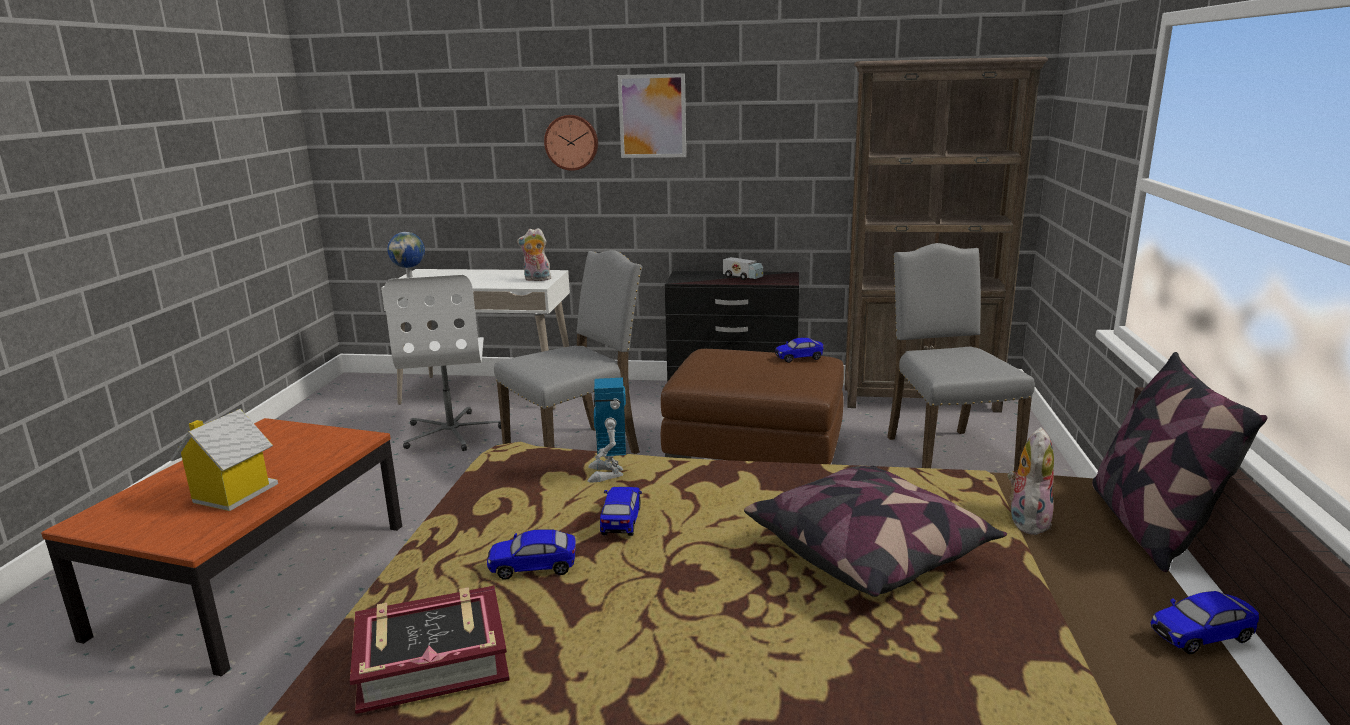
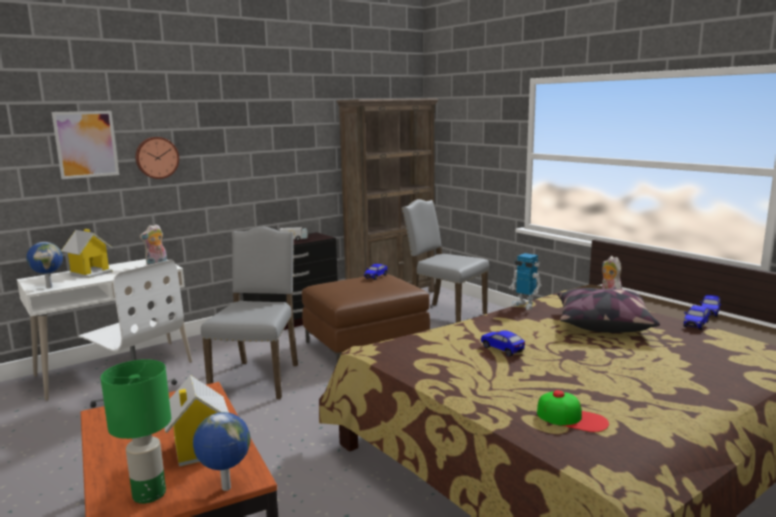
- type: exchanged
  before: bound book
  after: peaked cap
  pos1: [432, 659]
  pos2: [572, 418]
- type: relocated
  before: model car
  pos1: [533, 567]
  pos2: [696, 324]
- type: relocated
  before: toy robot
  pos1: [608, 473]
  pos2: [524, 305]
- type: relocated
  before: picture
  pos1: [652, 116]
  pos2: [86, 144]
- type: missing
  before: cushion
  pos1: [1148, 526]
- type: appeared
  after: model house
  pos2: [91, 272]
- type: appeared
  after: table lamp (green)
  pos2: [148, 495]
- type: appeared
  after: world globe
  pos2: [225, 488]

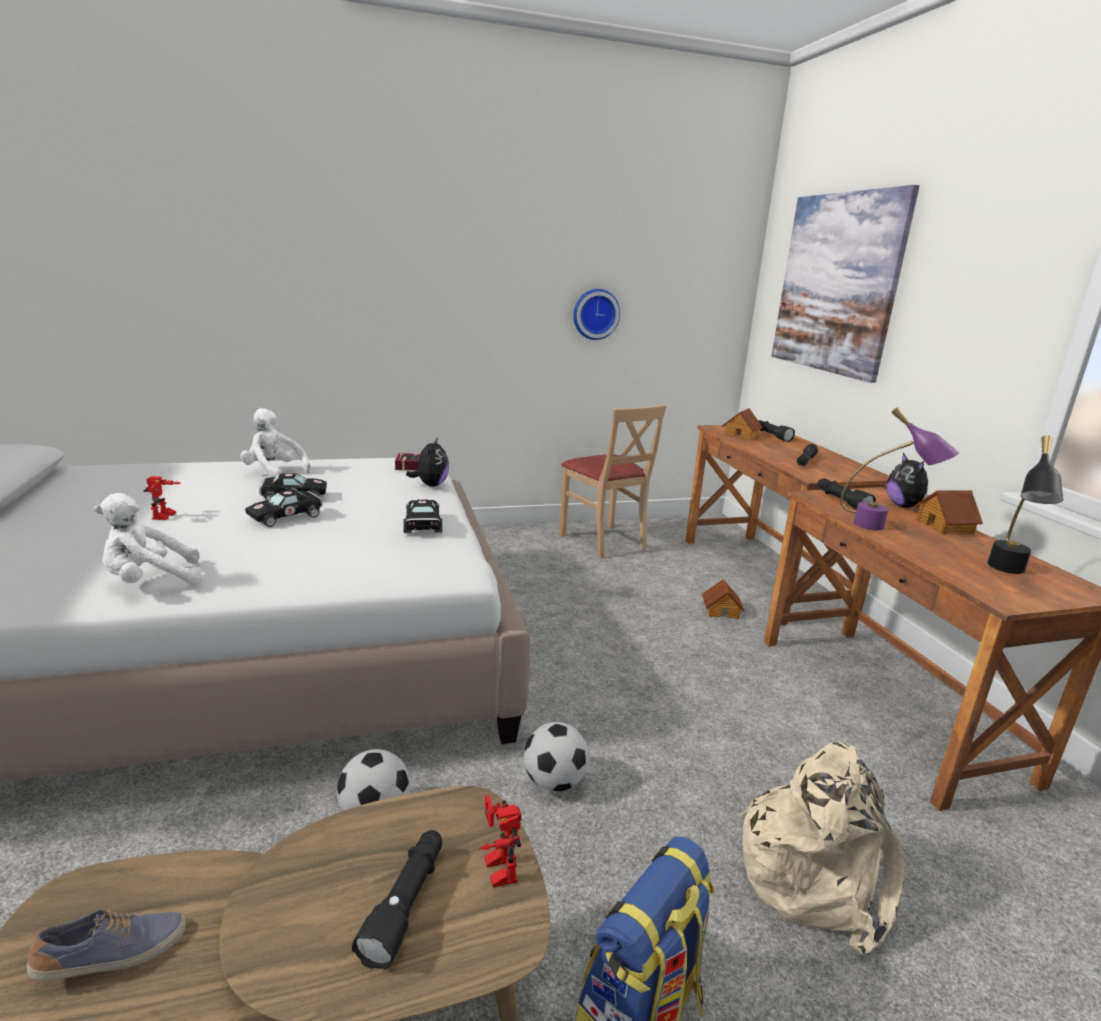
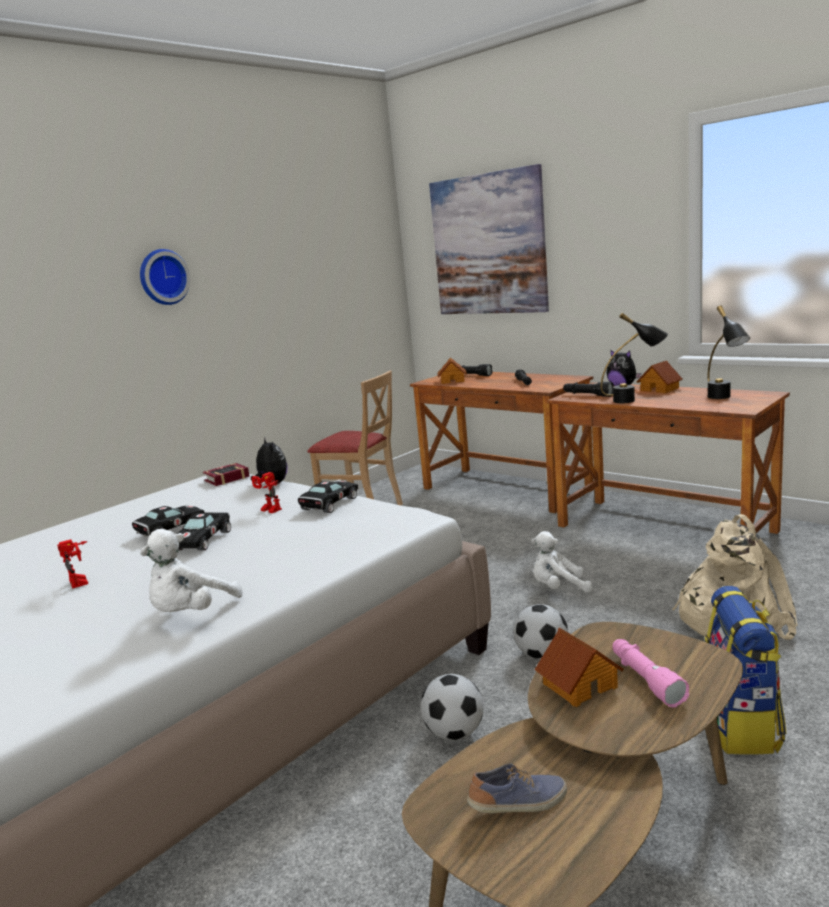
- type: spun
  before: shoe
  pos1: [113, 957]
  pos2: [519, 805]
  turn: 45
- type: relocated
  before: plush toy (white)
  pos1: [274, 472]
  pos2: [558, 588]
- type: colour
  before: torch (black)
  after: torch (pink)
  pos1: [406, 904]
  pos2: [645, 680]
- type: spun
  before: model car (black)
  pos1: [423, 525]
  pos2: [329, 505]
  turn: 75
- type: relocated
  before: toy robot
  pos1: [494, 868]
  pos2: [268, 510]
- type: relocated
  before: hanging clock
  pos1: [595, 314]
  pos2: [163, 277]
- type: relocated
  before: model house
  pos1: [721, 610]
  pos2: [579, 684]
- type: colour
  before: table lamp (purple-coloured)
  after: table lamp (black)
  pos1: [884, 528]
  pos2: [634, 400]

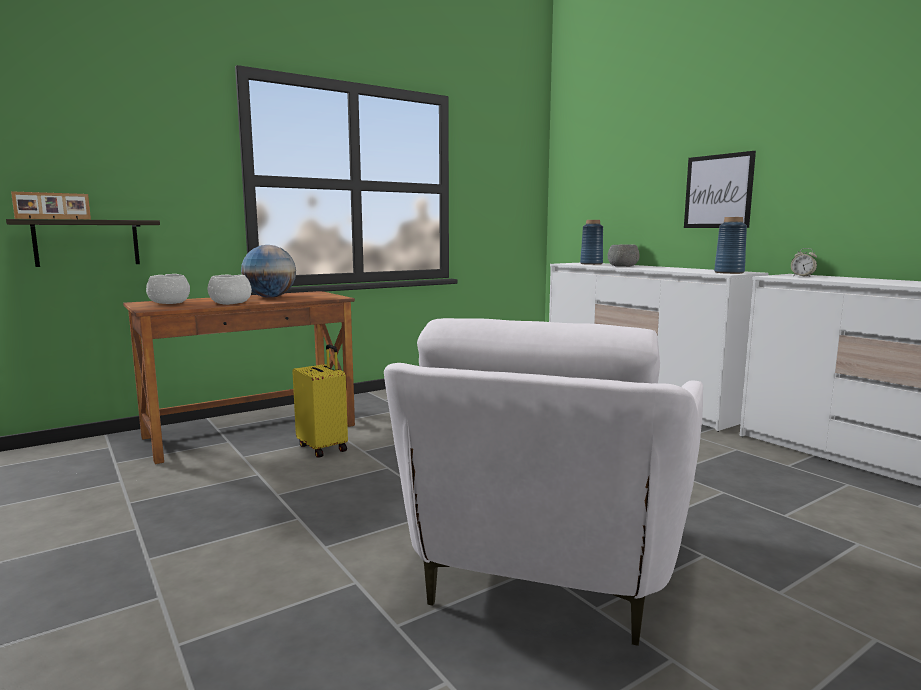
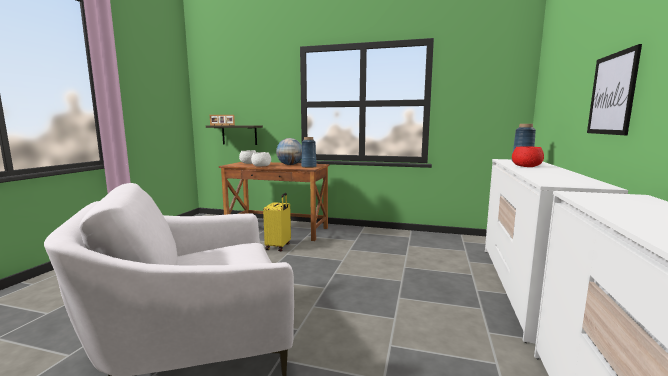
- type: colour
  before: deep dish (grey)
  after: deep dish (red)
  pos1: [622, 266]
  pos2: [526, 166]
- type: relocated
  before: decorative vase (blue)
  pos1: [729, 272]
  pos2: [308, 166]
- type: missing
  before: alarm clock
  pos1: [802, 276]

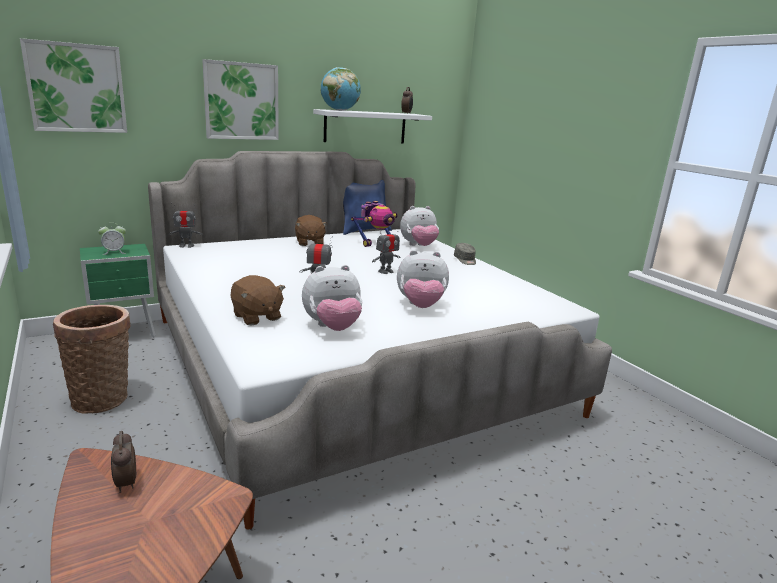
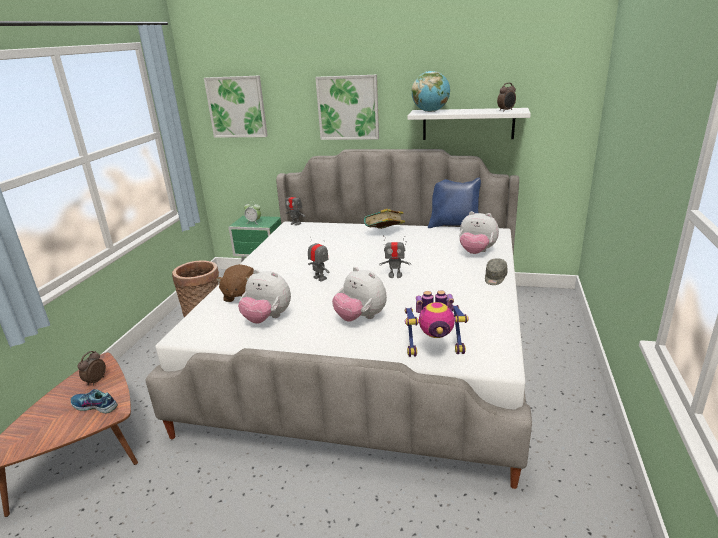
- type: exchanged
  before: plush toy (brown)
  after: bound book
  pos1: [309, 242]
  pos2: [384, 233]
- type: relocated
  before: toy robot
  pos1: [376, 242]
  pos2: [435, 349]
- type: appeared
  after: shoe
  pos2: [94, 406]

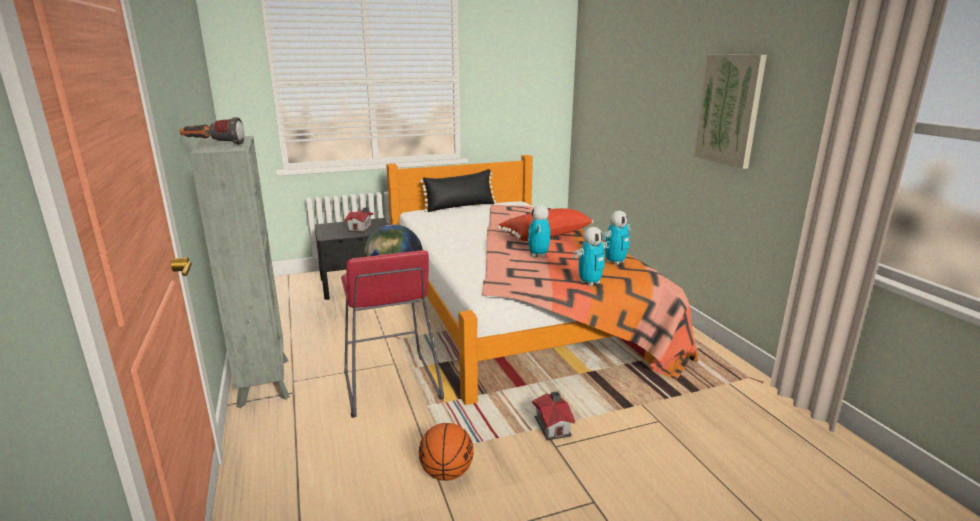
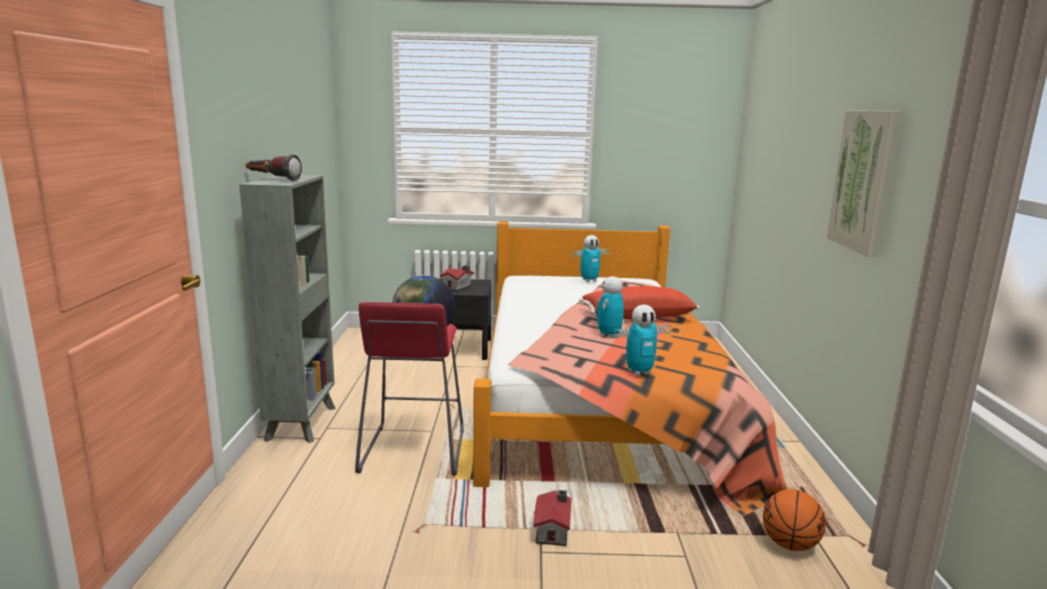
- type: relocated
  before: basketball
  pos1: [446, 473]
  pos2: [789, 544]
- type: missing
  before: cushion (black)
  pos1: [460, 207]
- type: relocated
  before: toy robot
  pos1: [615, 262]
  pos2: [589, 280]

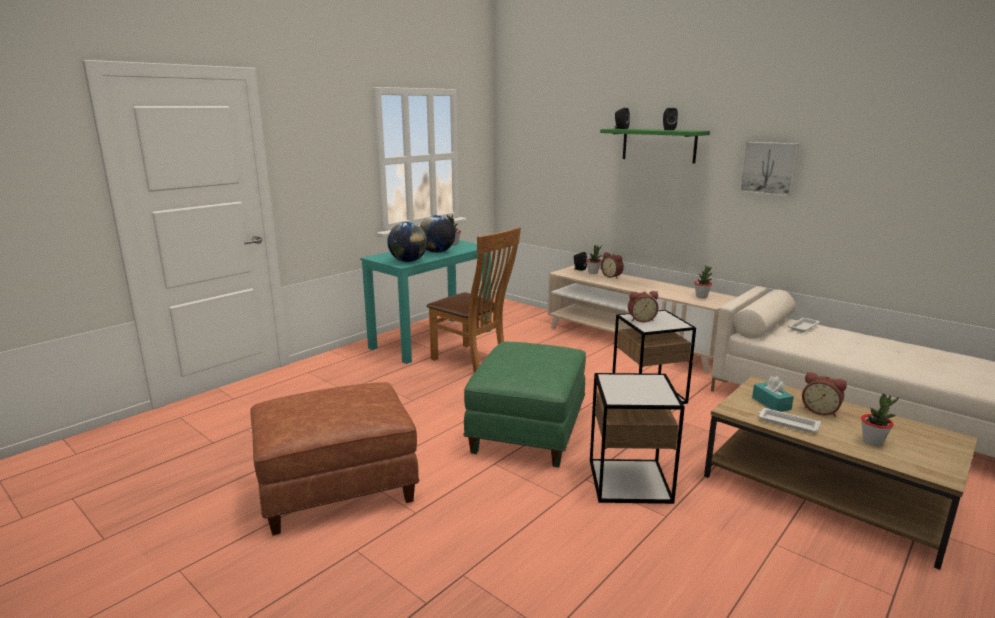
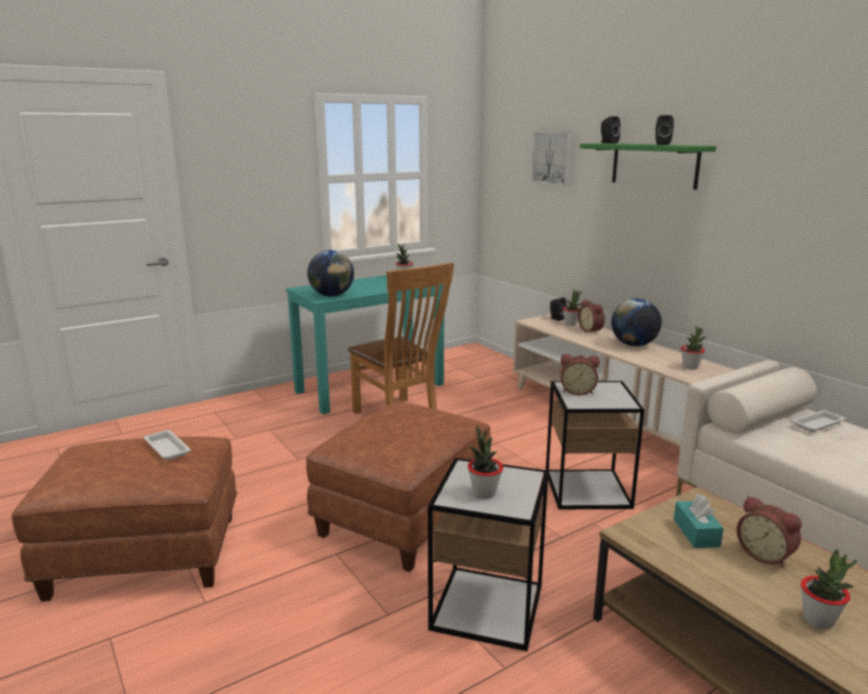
- type: relocated
  before: world globe
  pos1: [437, 252]
  pos2: [633, 345]
- type: colour
  before: ottoman (green)
  after: ottoman (brown)
  pos1: [527, 430]
  pos2: [403, 516]
- type: relocated
  before: picture
  pos1: [769, 168]
  pos2: [553, 158]
- type: relocated
  before: carrying tray (white)
  pos1: [787, 423]
  pos2: [166, 448]
- type: appeared
  after: plant in a pot
  pos2: [484, 493]

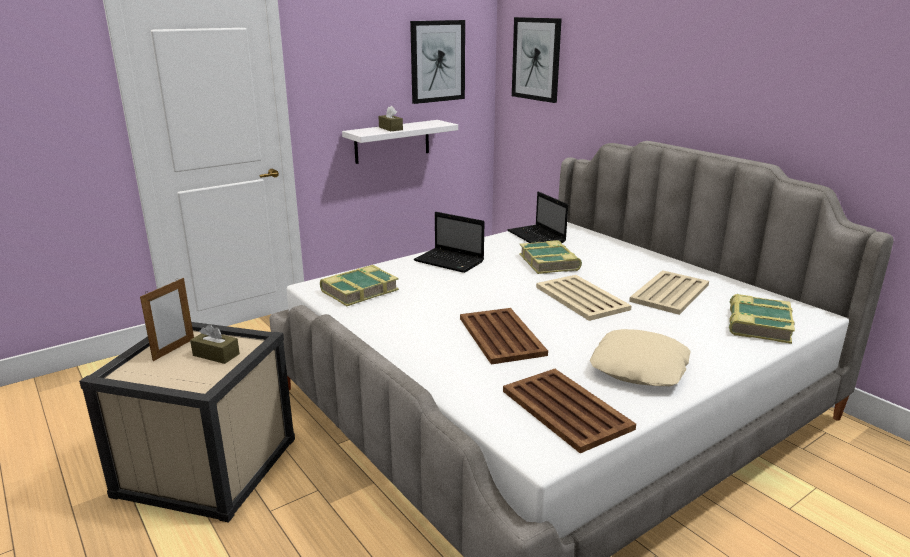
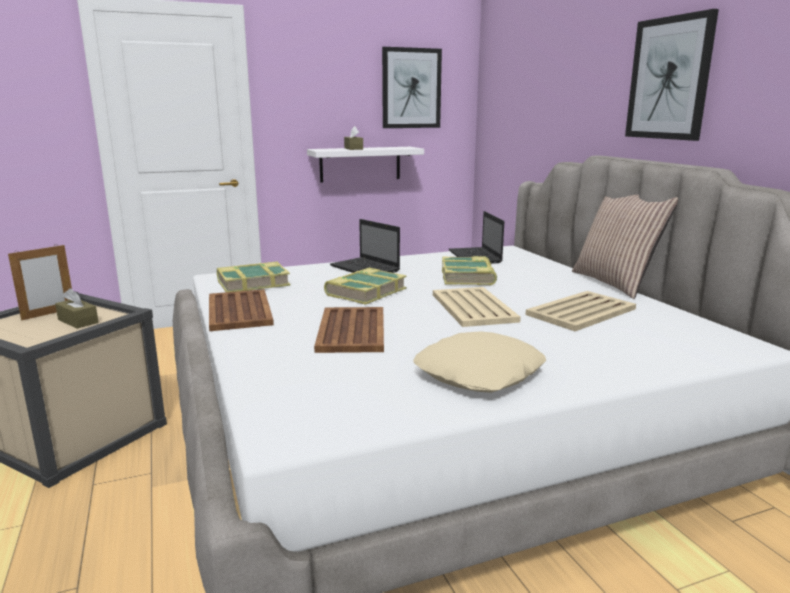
- type: relocated
  before: carrying tray (brown)
  pos1: [565, 409]
  pos2: [239, 310]
- type: relocated
  before: picture
  pos1: [536, 59]
  pos2: [669, 78]
- type: relocated
  before: bound book
  pos1: [758, 324]
  pos2: [365, 292]
- type: appeared
  after: cushion
  pos2: [615, 283]

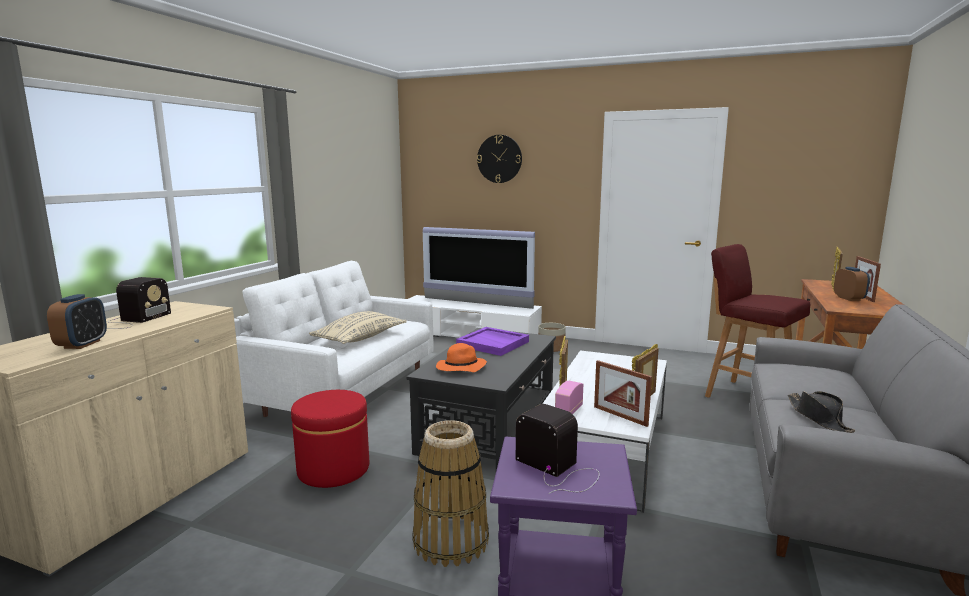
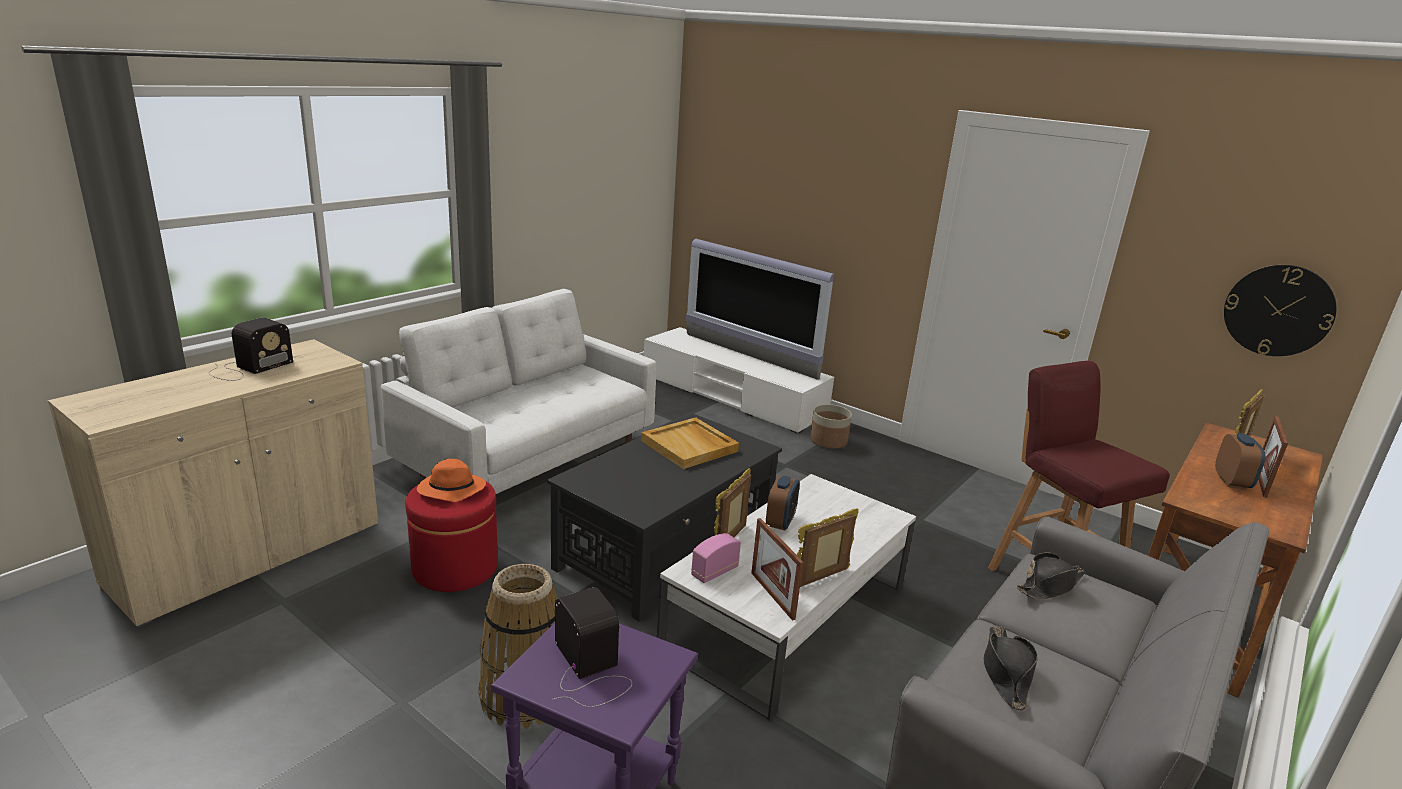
- type: relocated
  before: alarm clock
  pos1: [82, 344]
  pos2: [780, 522]
- type: missing
  before: cushion (beige)
  pos1: [360, 338]
- type: relocated
  before: clothing hat (orange-coloured)
  pos1: [460, 368]
  pos2: [450, 490]
- type: colour
  before: carrying tray (purple-coloured)
  after: carrying tray (beige)
  pos1: [493, 343]
  pos2: [690, 446]
- type: relocated
  before: hanging clock
  pos1: [499, 159]
  pos2: [1278, 310]
- type: appeared
  after: clothing hat (black)
  pos2: [1049, 585]

